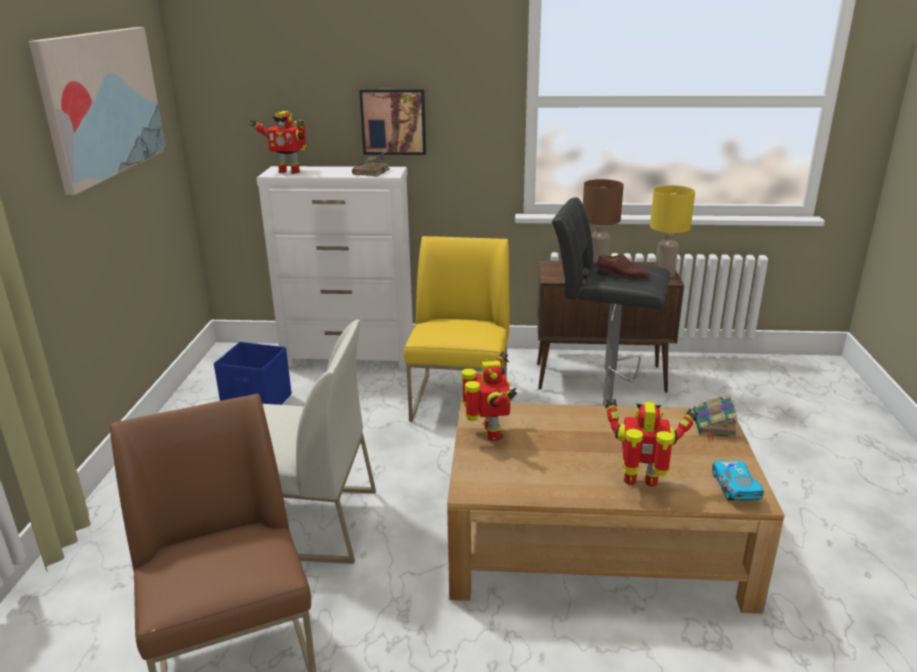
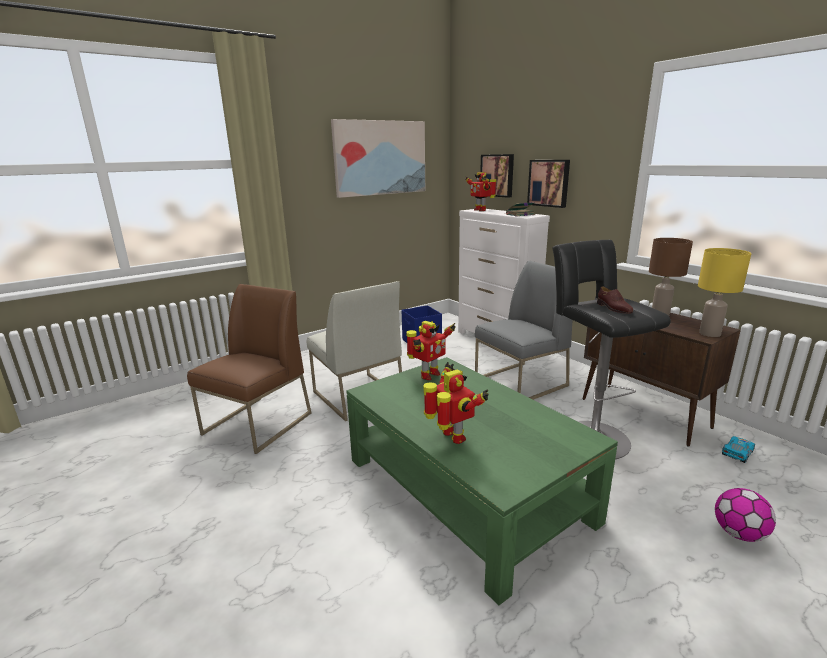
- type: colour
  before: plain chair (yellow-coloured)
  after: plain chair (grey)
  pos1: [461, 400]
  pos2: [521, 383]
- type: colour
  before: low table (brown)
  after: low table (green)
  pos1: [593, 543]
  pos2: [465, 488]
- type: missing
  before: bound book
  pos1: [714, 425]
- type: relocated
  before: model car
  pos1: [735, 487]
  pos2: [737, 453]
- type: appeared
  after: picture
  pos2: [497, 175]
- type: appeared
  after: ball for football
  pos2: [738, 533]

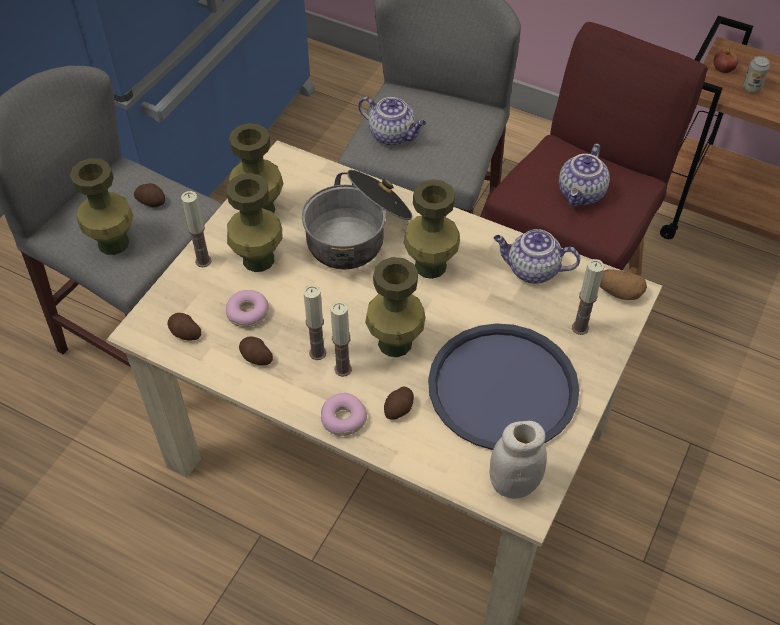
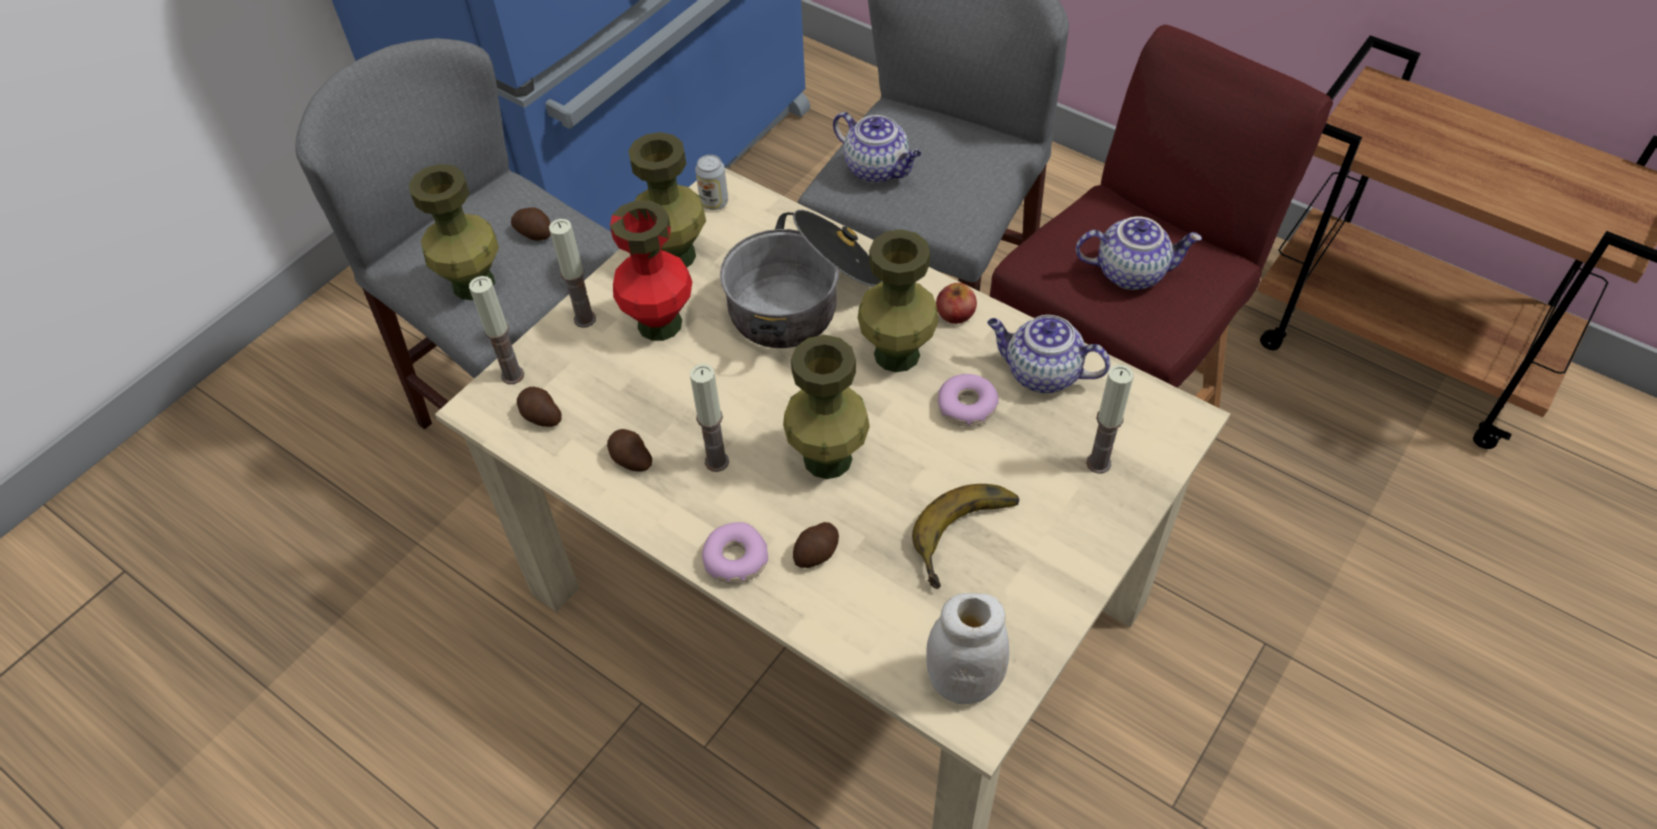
- type: relocated
  before: donut
  pos1: [248, 313]
  pos2: [967, 407]
- type: colour
  before: decorative vase (green)
  after: decorative vase (red)
  pos1: [258, 260]
  pos2: [659, 324]
- type: relocated
  before: candle
  pos1: [343, 369]
  pos2: [512, 375]
- type: exchanged
  before: carrying tray (blue)
  after: banana fruit
  pos1: [502, 388]
  pos2: [971, 539]
- type: spun
  before: tea pot
  pos1: [582, 194]
  pos2: [1131, 271]
  turn: -120
- type: missing
  before: potato
  pos1: [618, 292]
- type: relocated
  before: whole apple
  pos1: [723, 67]
  pos2: [955, 313]
- type: relocated
  before: metal can
  pos1: [751, 88]
  pos2: [714, 202]

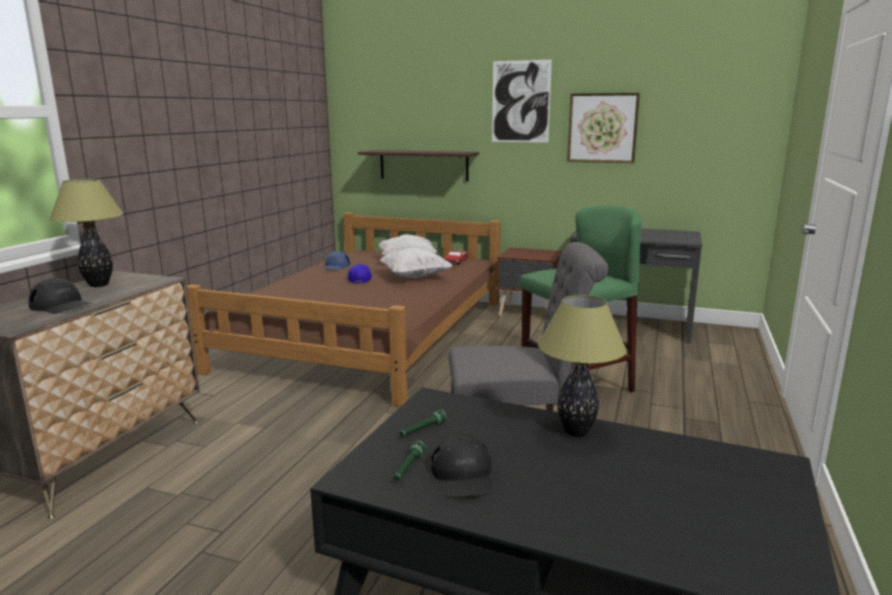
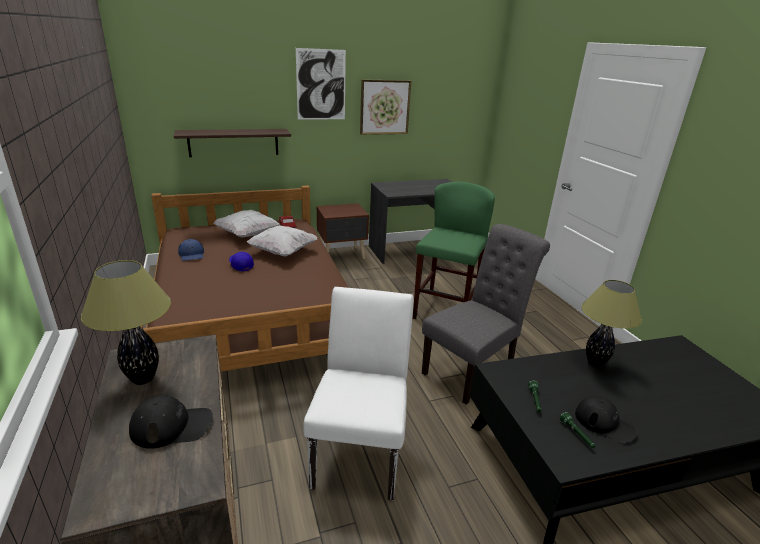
- type: appeared
  after: plain chair (white)
  pos2: [360, 449]

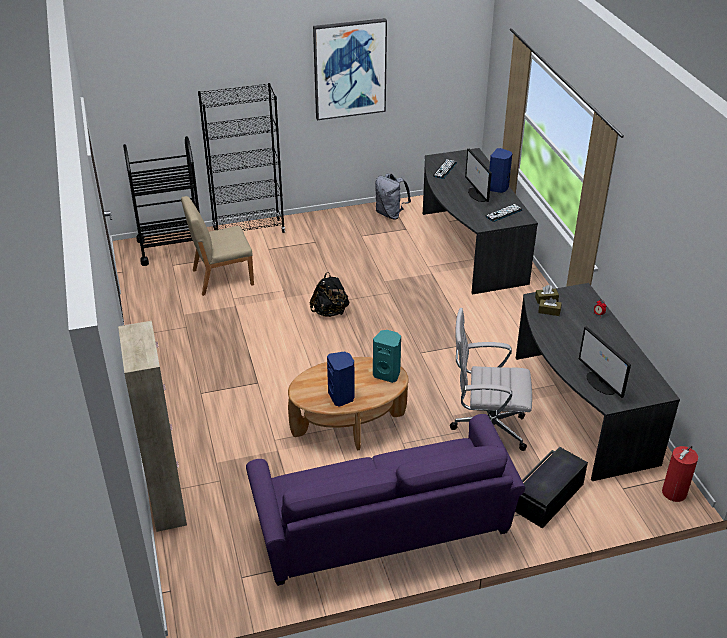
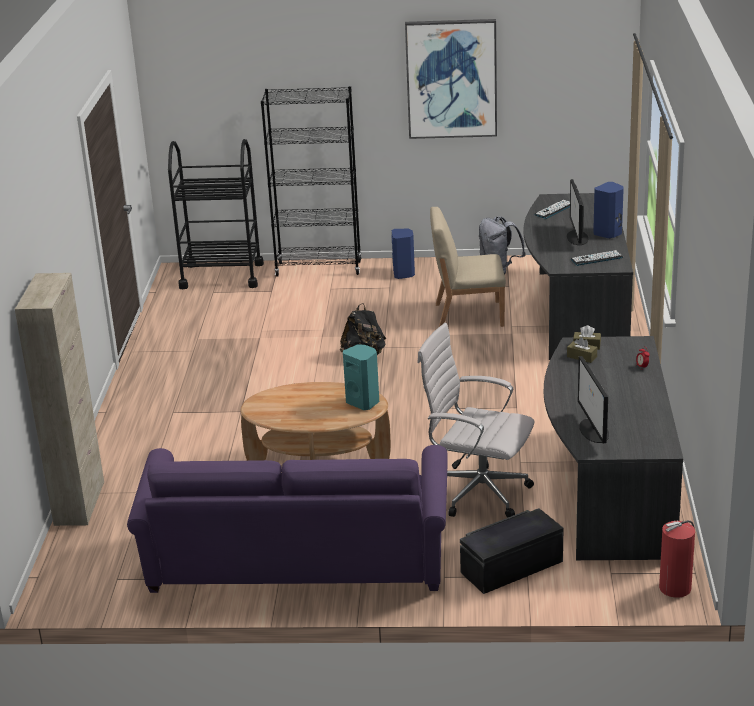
- type: relocated
  before: plain chair (beige)
  pos1: [221, 277]
  pos2: [468, 315]
- type: relocated
  before: speaker (blue)
  pos1: [342, 397]
  pos2: [404, 274]

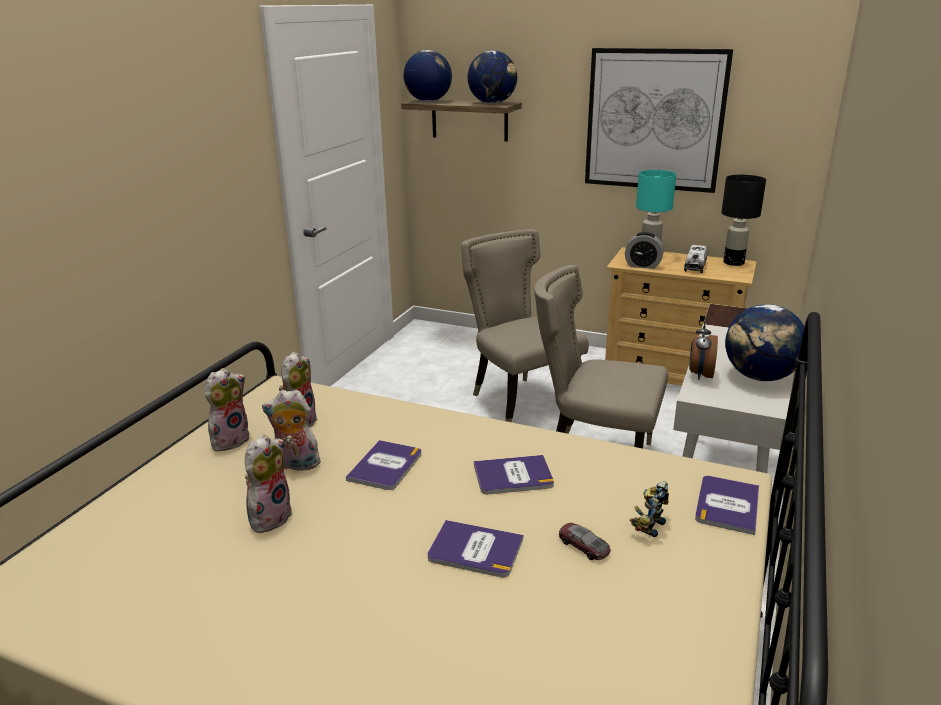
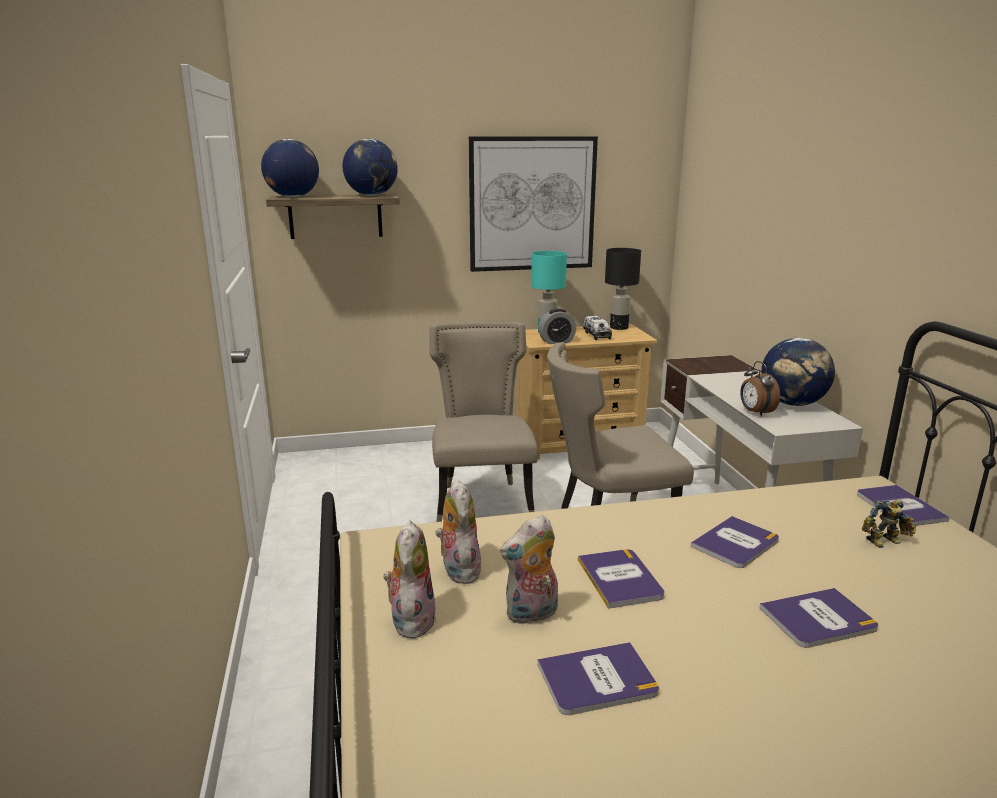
- type: exchanged
  before: plush toy
  after: bound book
  pos1: [270, 516]
  pos2: [597, 680]
- type: spun
  before: plain chair (beige)
  pos1: [519, 400]
  pos2: [482, 502]
  turn: 60
- type: missing
  before: model car
  pos1: [583, 546]
- type: spun
  before: toy robot
  pos1: [648, 525]
  pos2: [886, 542]
  turn: -105

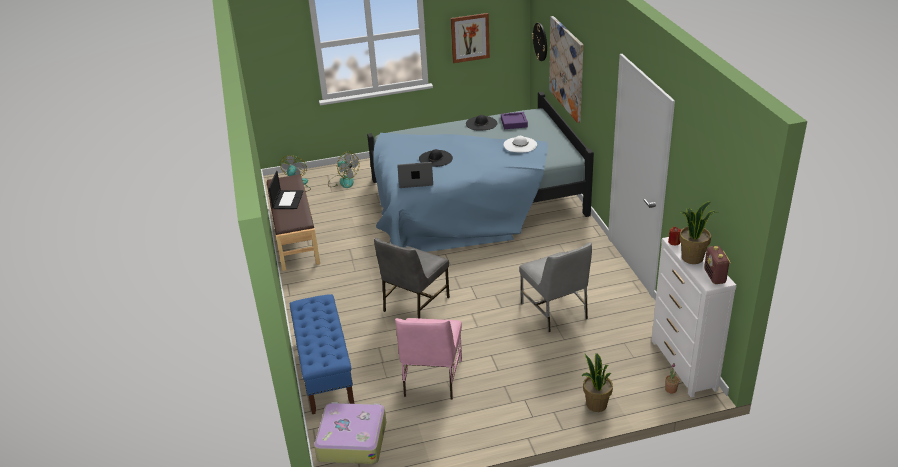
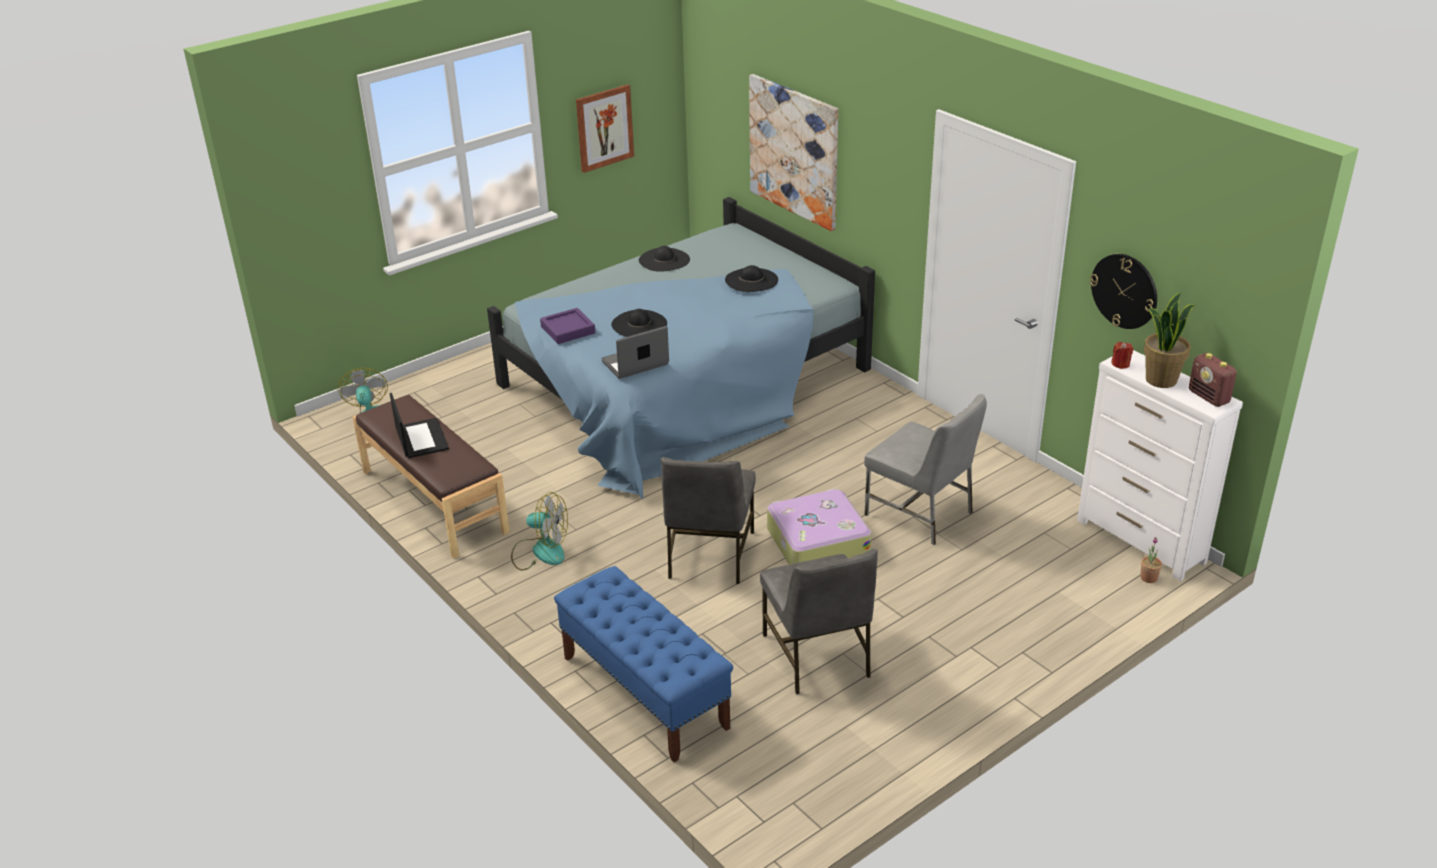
- type: relocated
  before: travel case
  pos1: [352, 440]
  pos2: [816, 542]
- type: relocated
  before: electric fan
  pos1: [343, 181]
  pos2: [540, 551]
- type: colour
  before: plain chair (pink)
  after: plain chair (grey)
  pos1: [431, 379]
  pos2: [817, 656]
- type: relocated
  before: carrying tray (purple-coloured)
  pos1: [514, 123]
  pos2: [568, 330]
- type: colour
  before: clothing hat (white)
  after: clothing hat (black)
  pos1: [520, 145]
  pos2: [751, 280]
- type: relocated
  before: hanging clock
  pos1: [540, 41]
  pos2: [1124, 291]
- type: missing
  before: plant in a pot
  pos1: [596, 405]

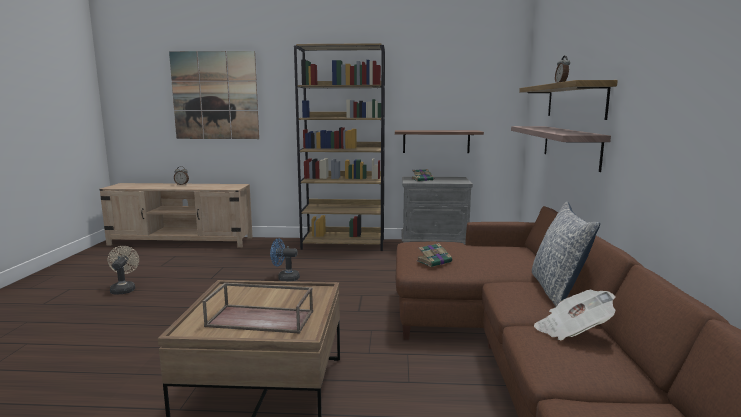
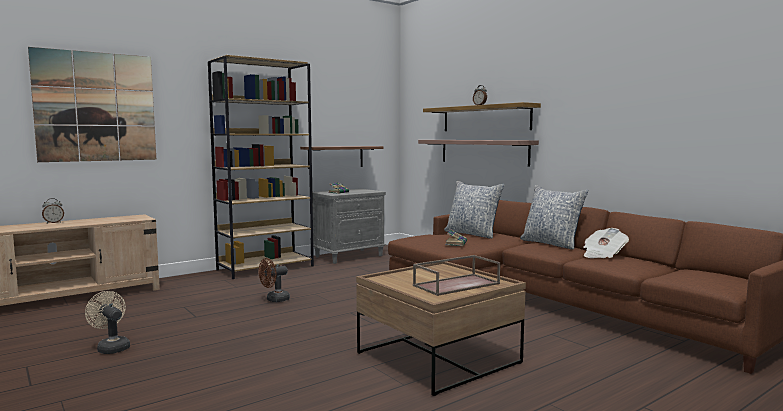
- type: colour
  before: electric fan (blue)
  after: electric fan (brown)
  pos1: [285, 278]
  pos2: [274, 300]
- type: appeared
  after: cushion
  pos2: [472, 234]

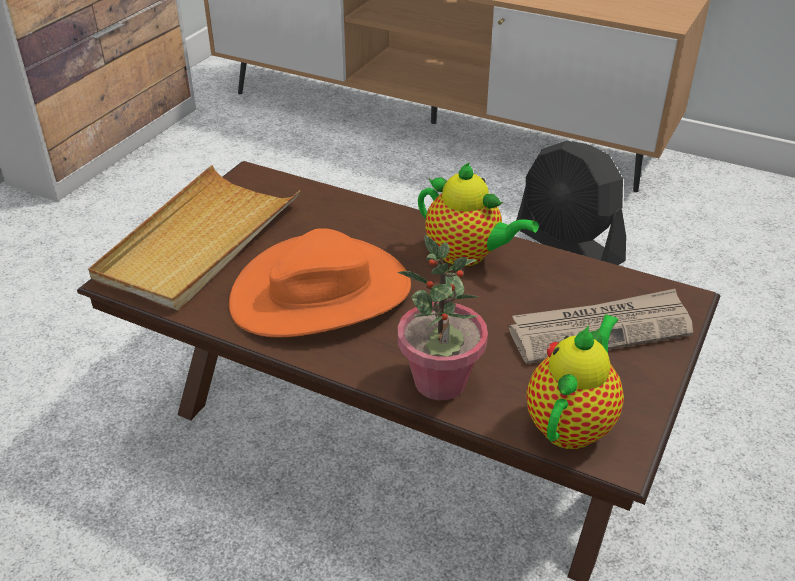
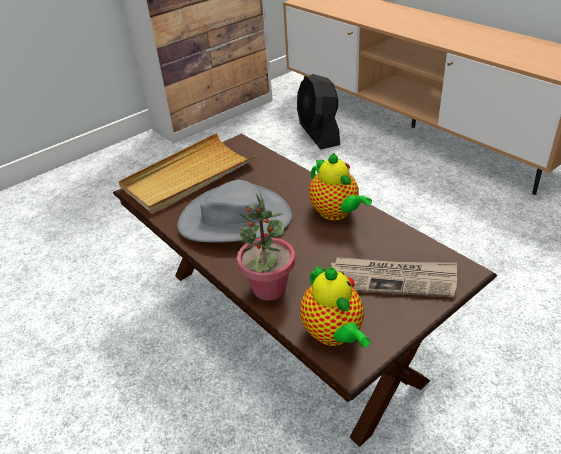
- type: colour
  before: clothing hat (orange-coloured)
  after: clothing hat (grey)
  pos1: [321, 293]
  pos2: [235, 219]
- type: relocated
  before: electric fan (black)
  pos1: [568, 245]
  pos2: [319, 134]
- type: spun
  before: tea pot
  pos1: [572, 423]
  pos2: [334, 334]
  turn: 105

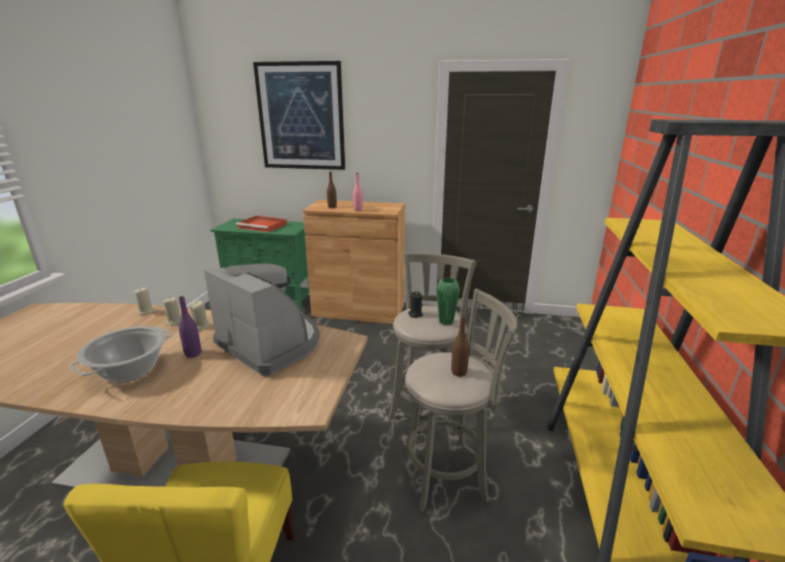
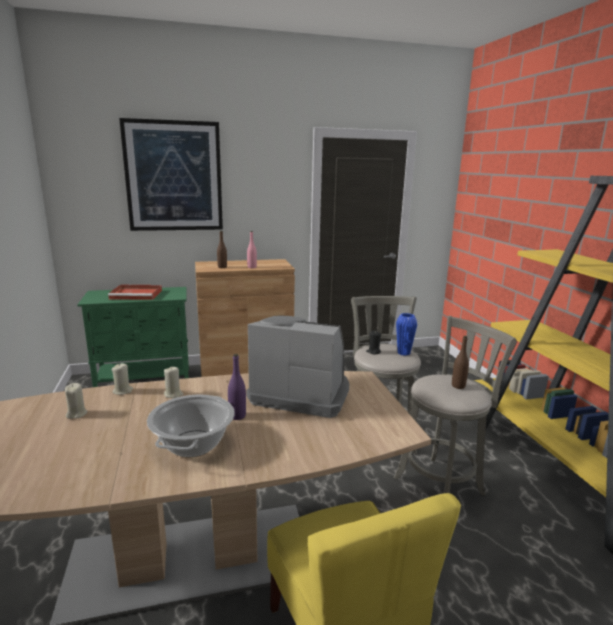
- type: relocated
  before: candle (beige)
  pos1: [201, 326]
  pos2: [76, 414]
- type: colour
  before: decorative vase (green)
  after: decorative vase (blue)
  pos1: [446, 321]
  pos2: [403, 353]

